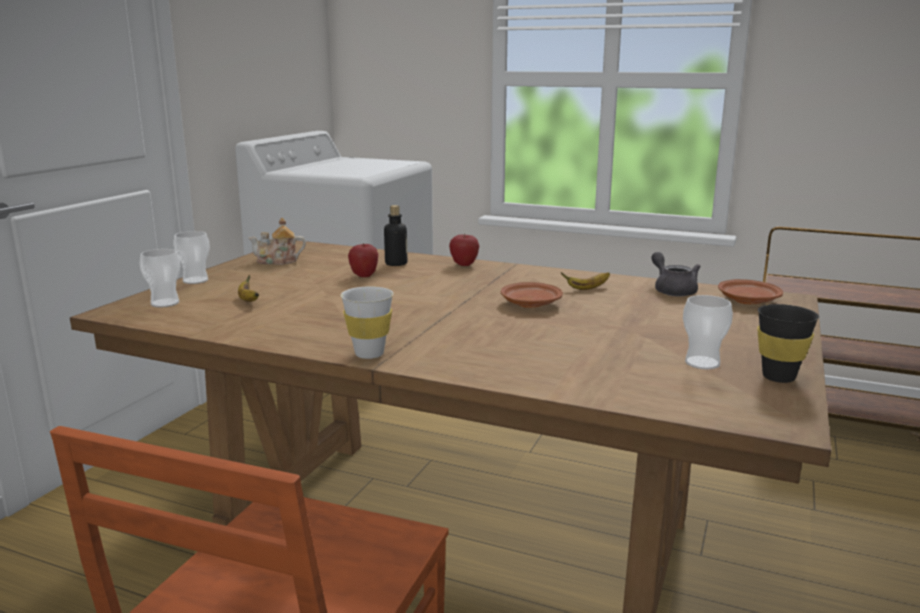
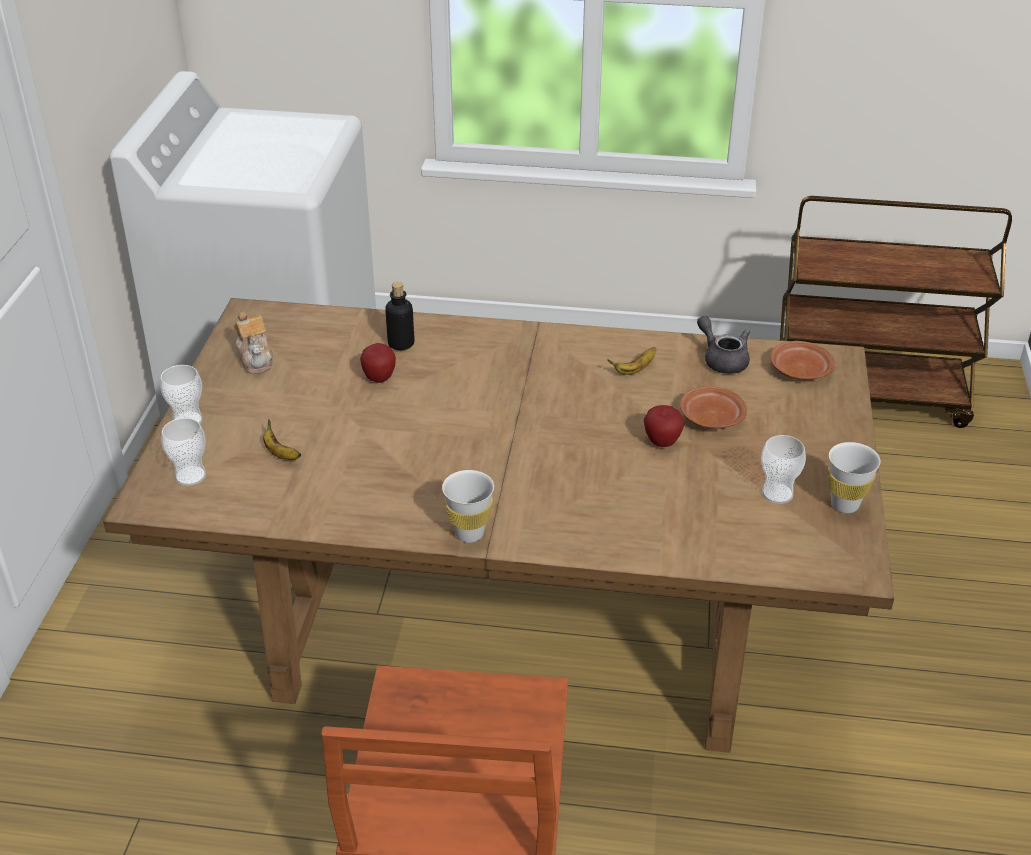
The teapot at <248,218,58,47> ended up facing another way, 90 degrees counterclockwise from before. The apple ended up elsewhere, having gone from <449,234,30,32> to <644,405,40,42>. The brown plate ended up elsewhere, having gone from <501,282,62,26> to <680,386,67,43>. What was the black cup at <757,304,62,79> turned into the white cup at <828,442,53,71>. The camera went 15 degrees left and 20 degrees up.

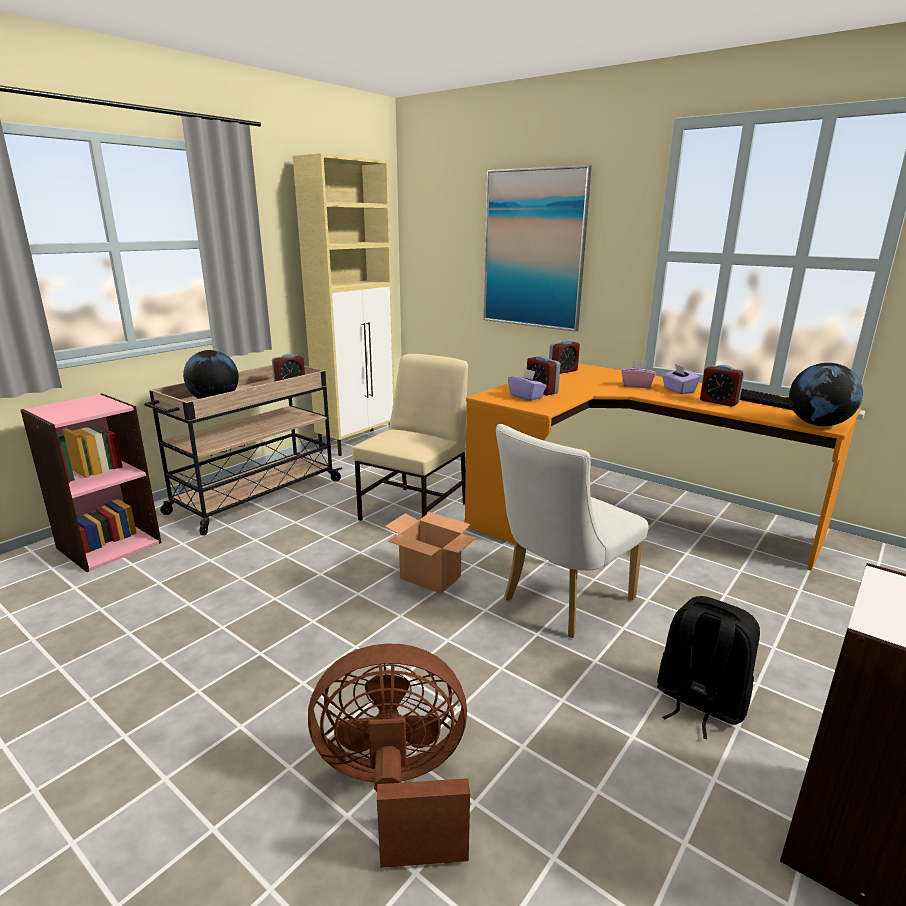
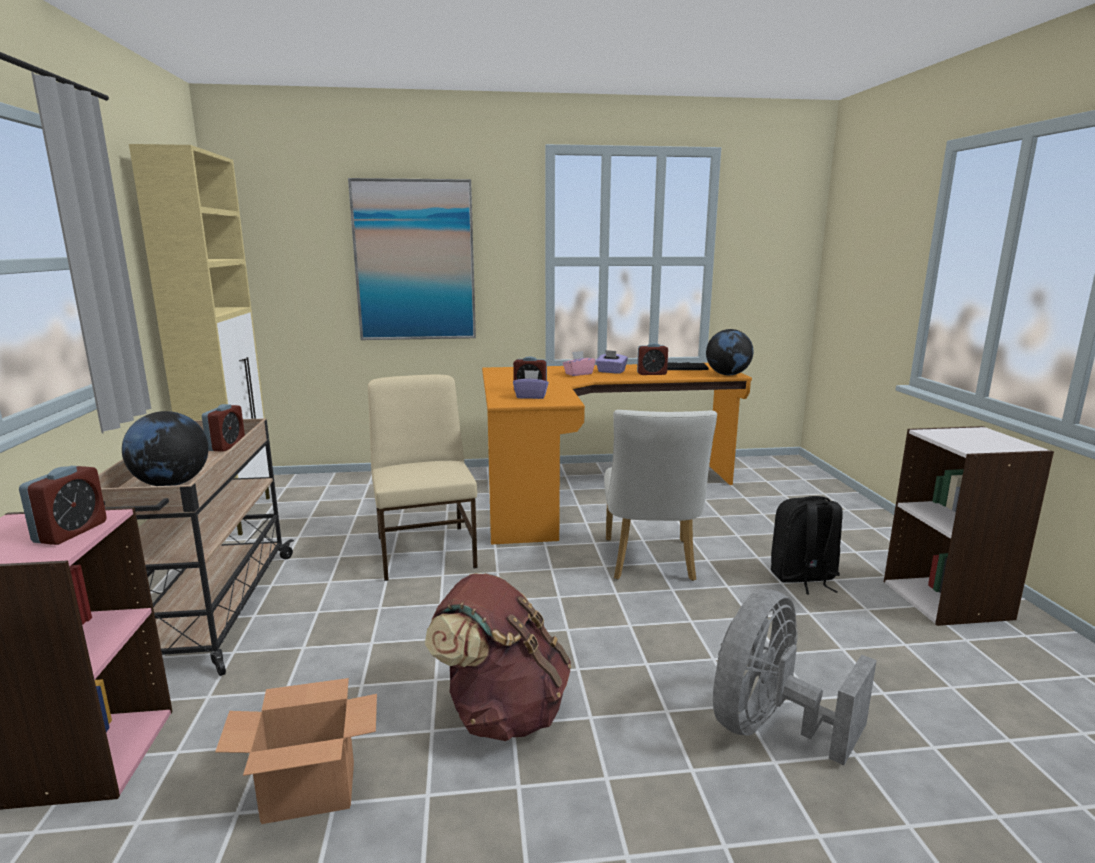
The alarm clock ended up elsewhere, having gone from <549,340,31,34> to <19,466,88,79>. The cardboard box ended up elsewhere, having gone from <385,512,92,82> to <215,678,162,146>. The second view gained the brown backpack at <425,573,146,168>. What was the brown fan at <308,643,162,225> turned into the grey fan at <713,589,164,176>. The camera went 45 degrees left and 5 degrees down.

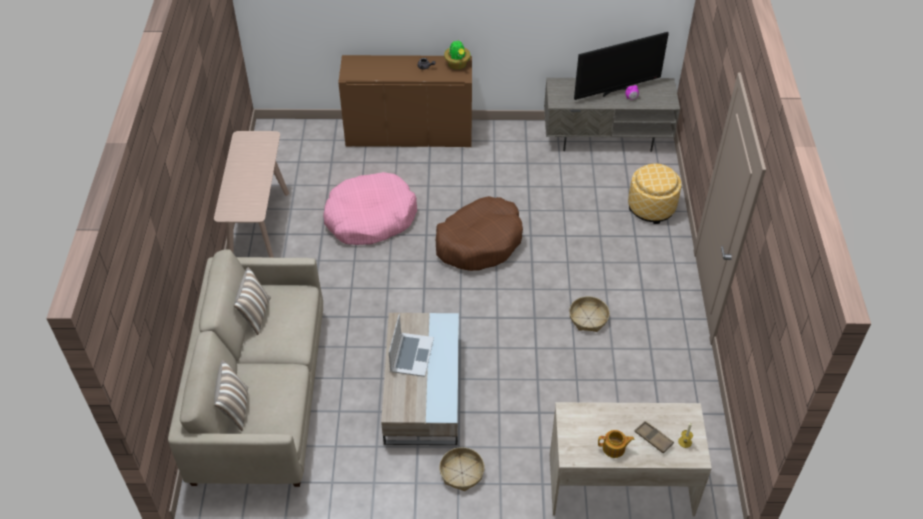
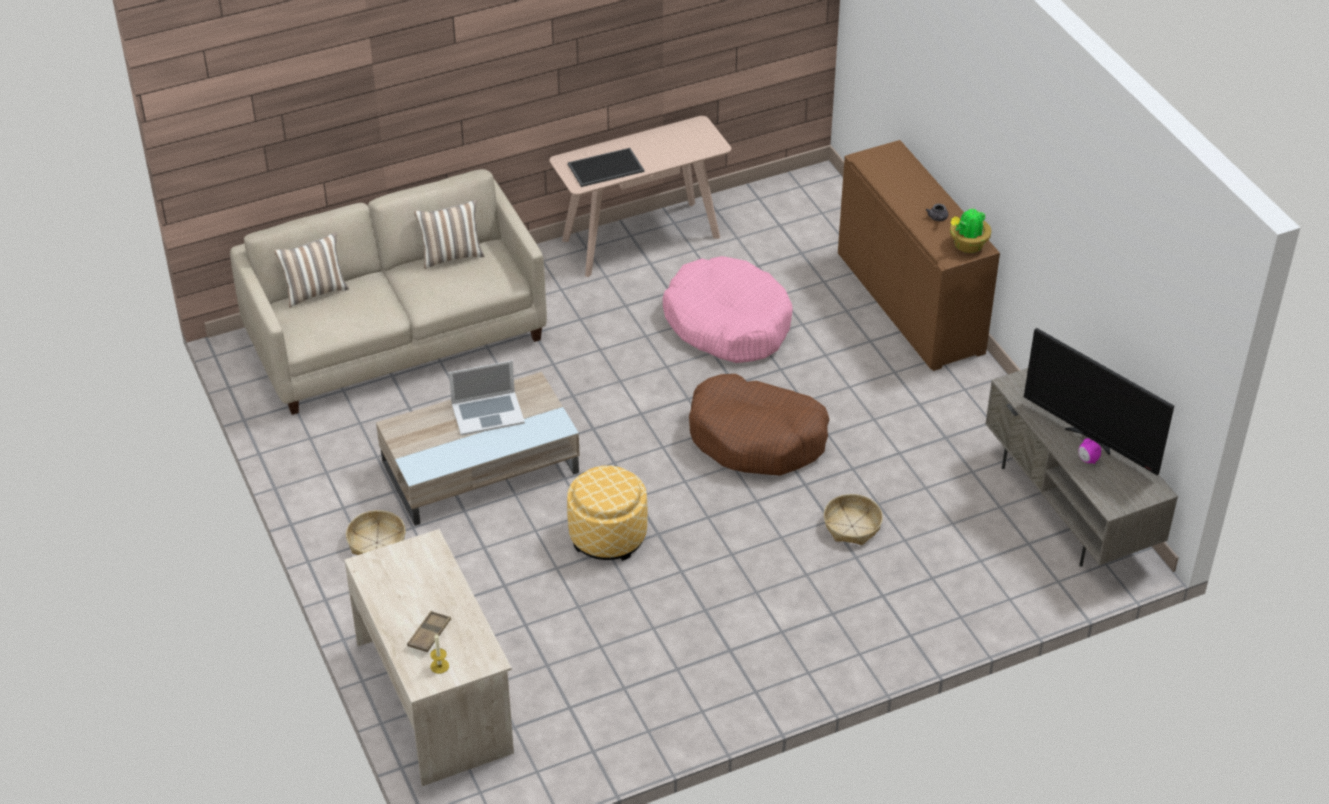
The ottoman ended up elsewhere, having gone from <628,164,53,60> to <567,465,81,96>. The second view gained the tray at <568,148,76,39>. The basket ended up elsewhere, having gone from <569,296,41,36> to <824,494,59,51>. The second view lost the teapot at <598,430,37,28>. The camera went 65 degrees right and 5 degrees down.

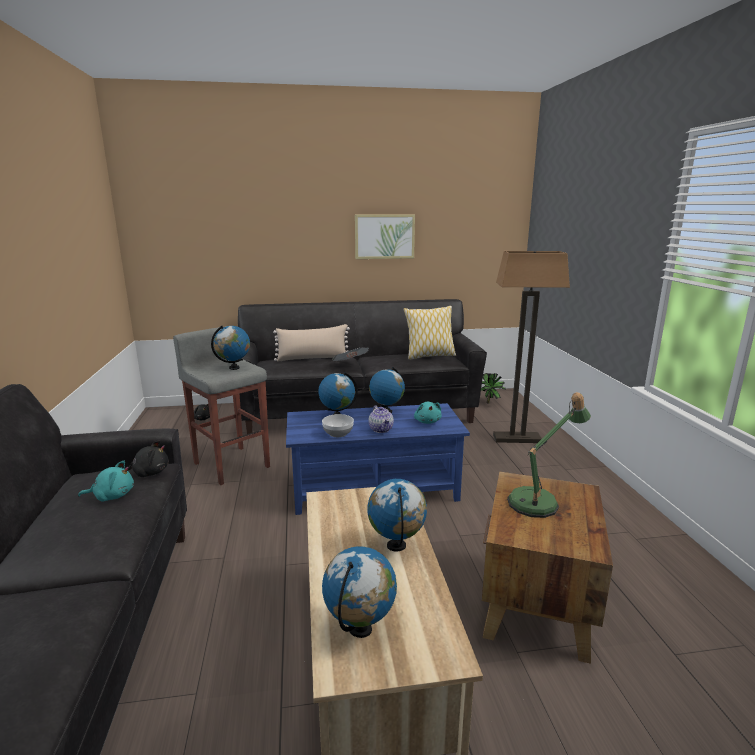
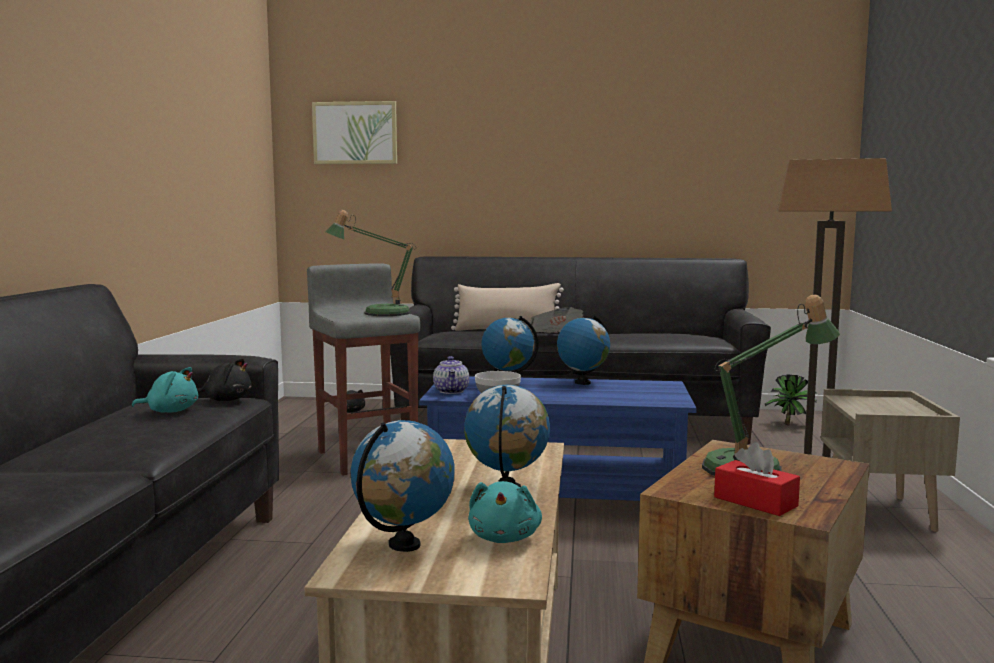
The picture ended up elsewhere, having gone from <355,214,60,45> to <312,101,85,63>. Where the globe stood at <211,325,39,45>, the table lamp came to stand at <326,210,90,106>. The teapot ended up elsewhere, having gone from <368,406,26,27> to <433,356,36,38>. The turquoise plush toy ended up elsewhere, having gone from <414,402,28,22> to <468,481,74,62>. The second view gained the red tissue box at <714,443,86,73>. The second view gained the beige nightstand at <821,389,139,143>. The second view lost the pillow at <403,306,53,54>. The camera went 15 degrees right and 10 degrees down.

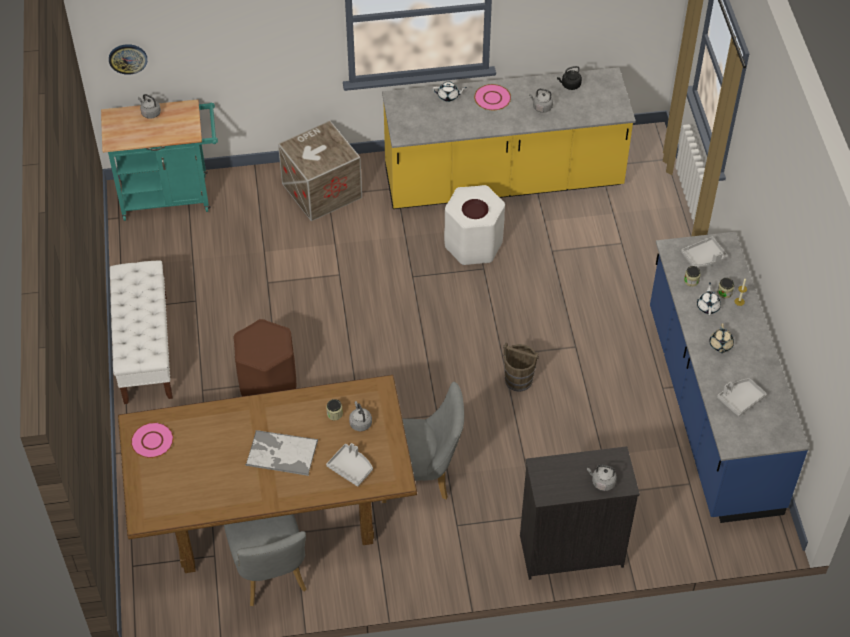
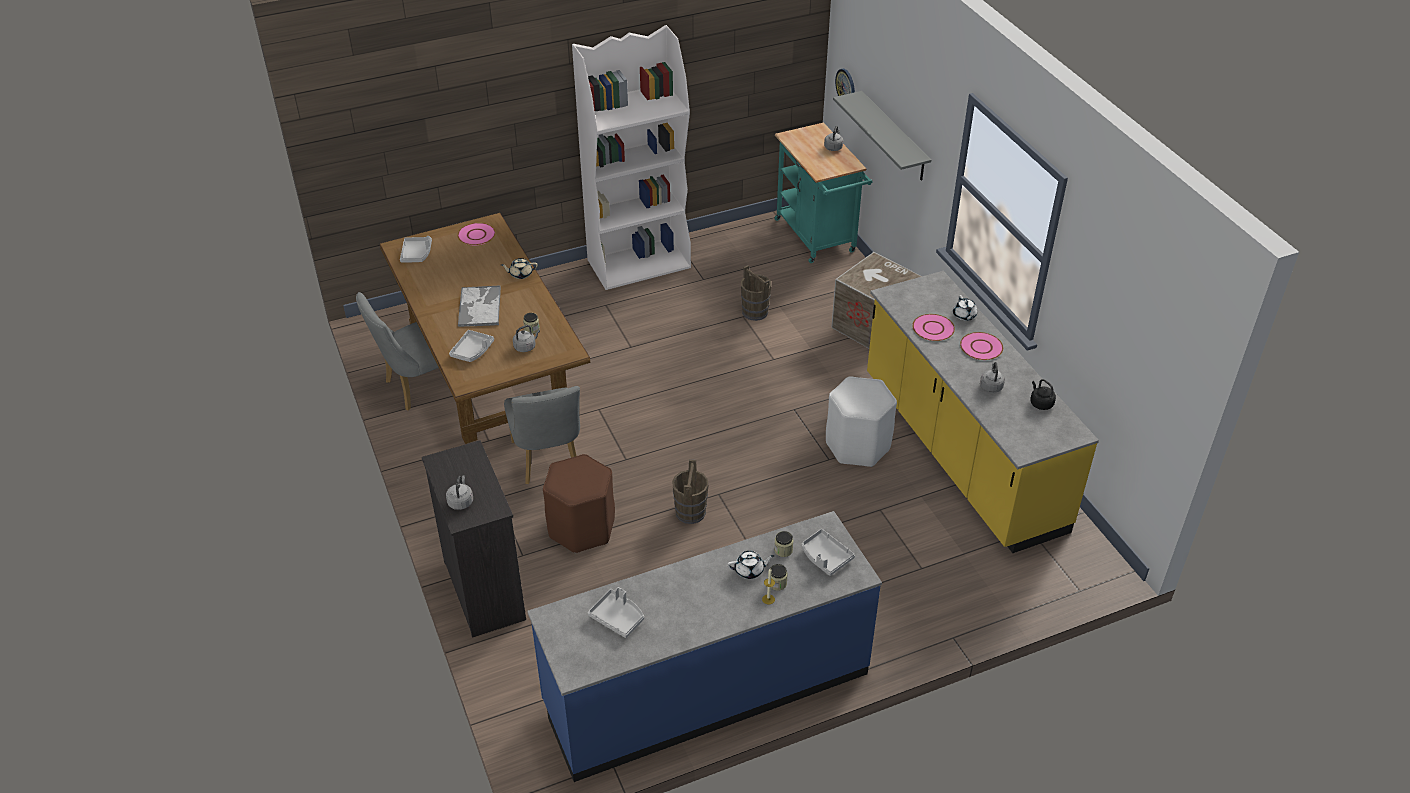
The second view gained the grey tray at <400,236,32,26>. The beige teapot ended up elsewhere, having gone from <709,323,25,30> to <501,258,37,21>. The brown stool ended up elsewhere, having gone from <234,319,62,78> to <543,454,72,99>. Where the white bench stood at <110,261,63,143>, the white bookcase came to stand at <572,25,119,265>. The second view gained the brown bucket at <741,265,30,56>. The second view gained the grey shelf at <833,91,98,90>. The second view gained the pink plate at <912,314,43,27>. The second view lost the brown plate at <462,199,27,20>. The camera went 75 degrees right and 10 degrees down.

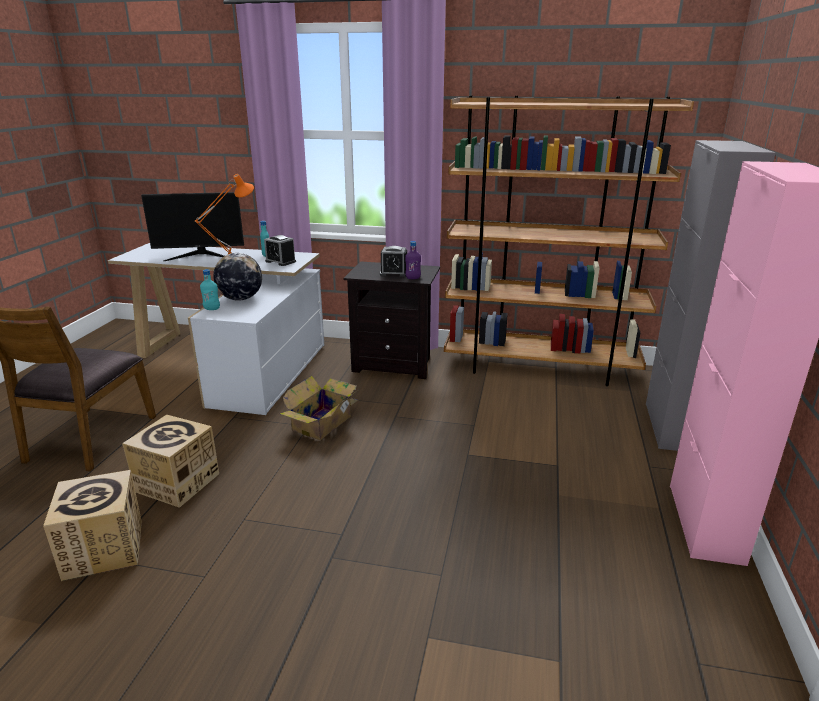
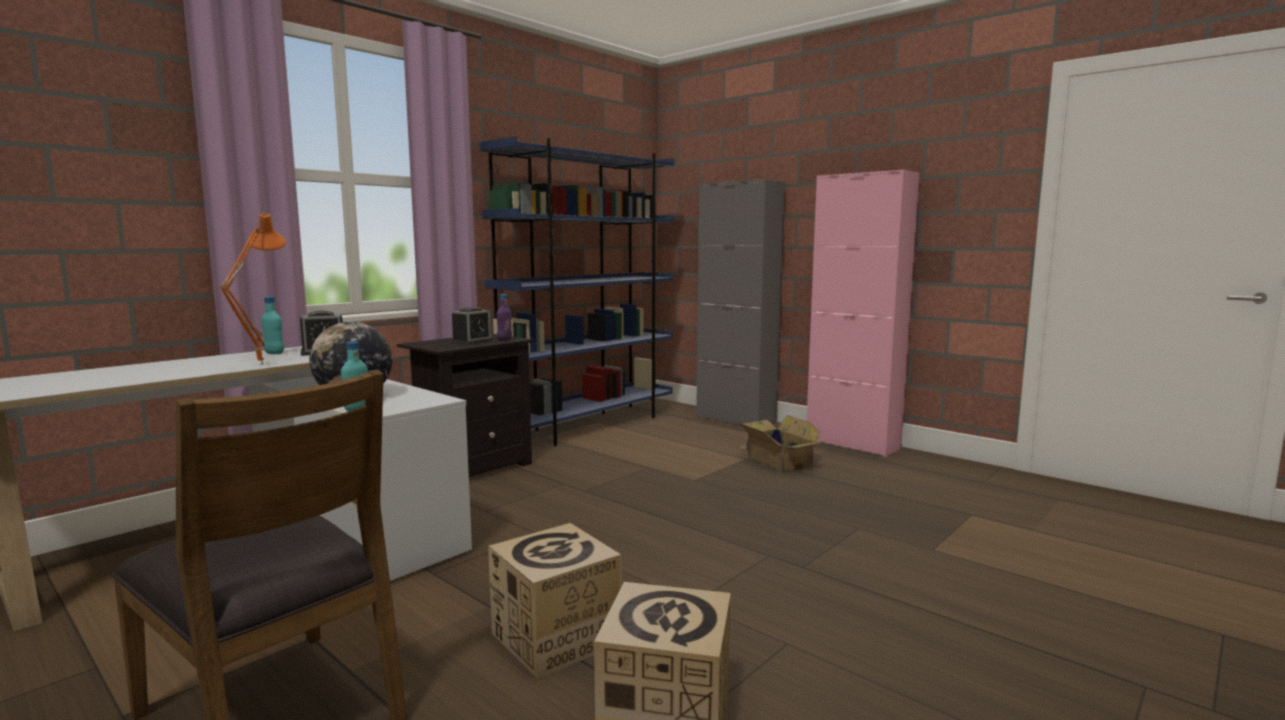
What was the brown bookcase at <444,95,250,291> turned into the blue bookcase at <480,136,194,310>. The cardboard box ended up elsewhere, having gone from <280,376,78,64> to <738,415,86,58>. The second view lost the monitor at <141,192,103,69>. The camera went 60 degrees left and 15 degrees down.

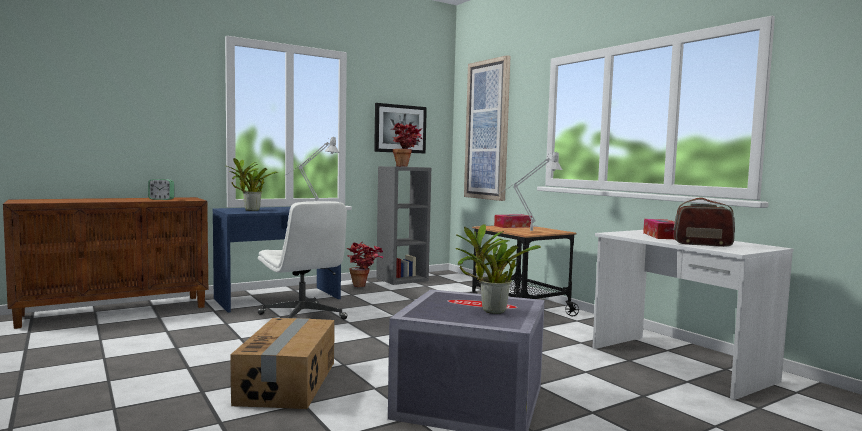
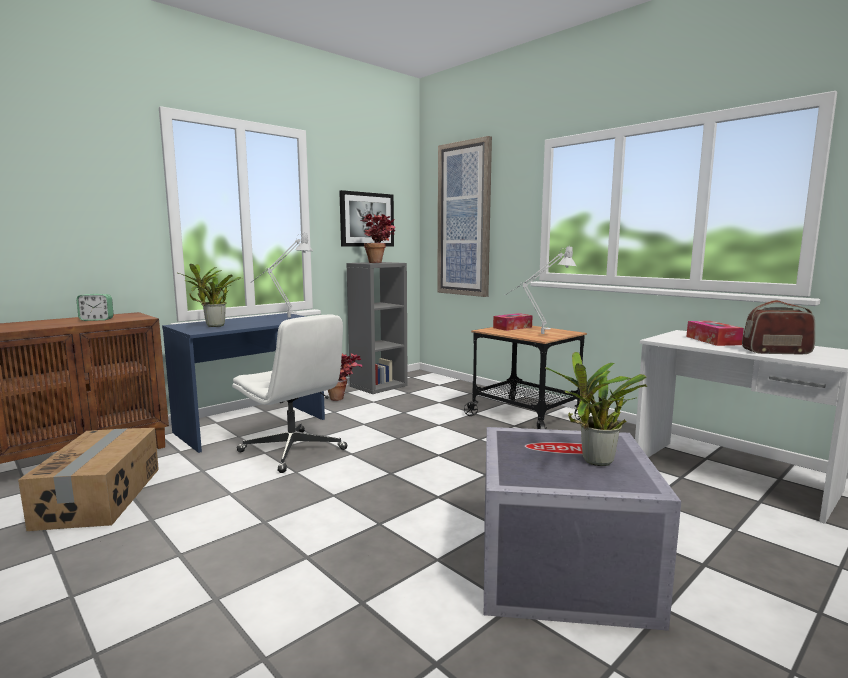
The cardboard box ended up elsewhere, having gone from <230,318,105,91> to <18,428,141,103>. The camera went 10 degrees left and 5 degrees up.

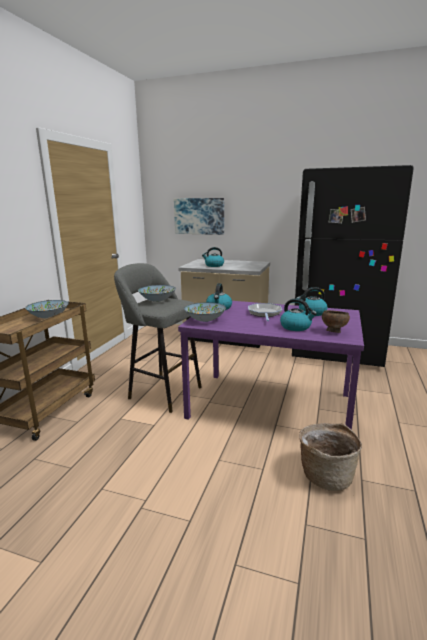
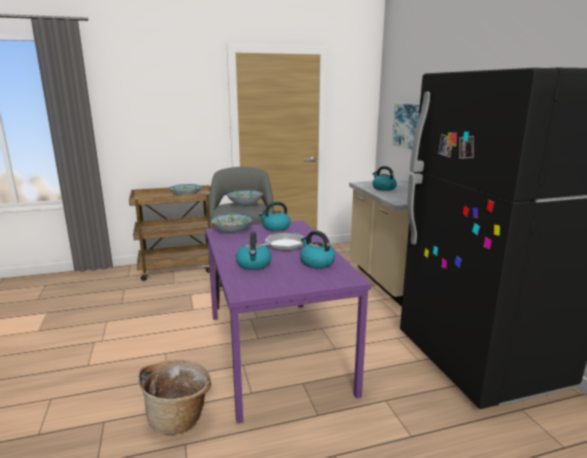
The second view lost the brown bowl at <322,310,28,23>. The camera went 55 degrees right and 0 degrees up.

